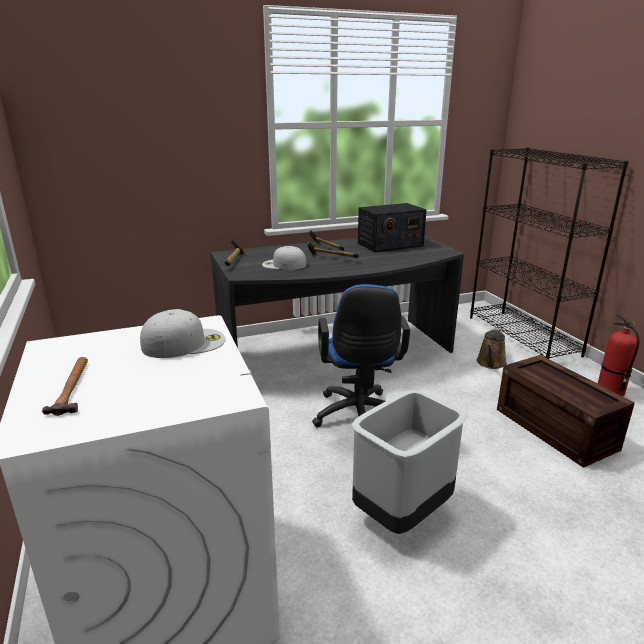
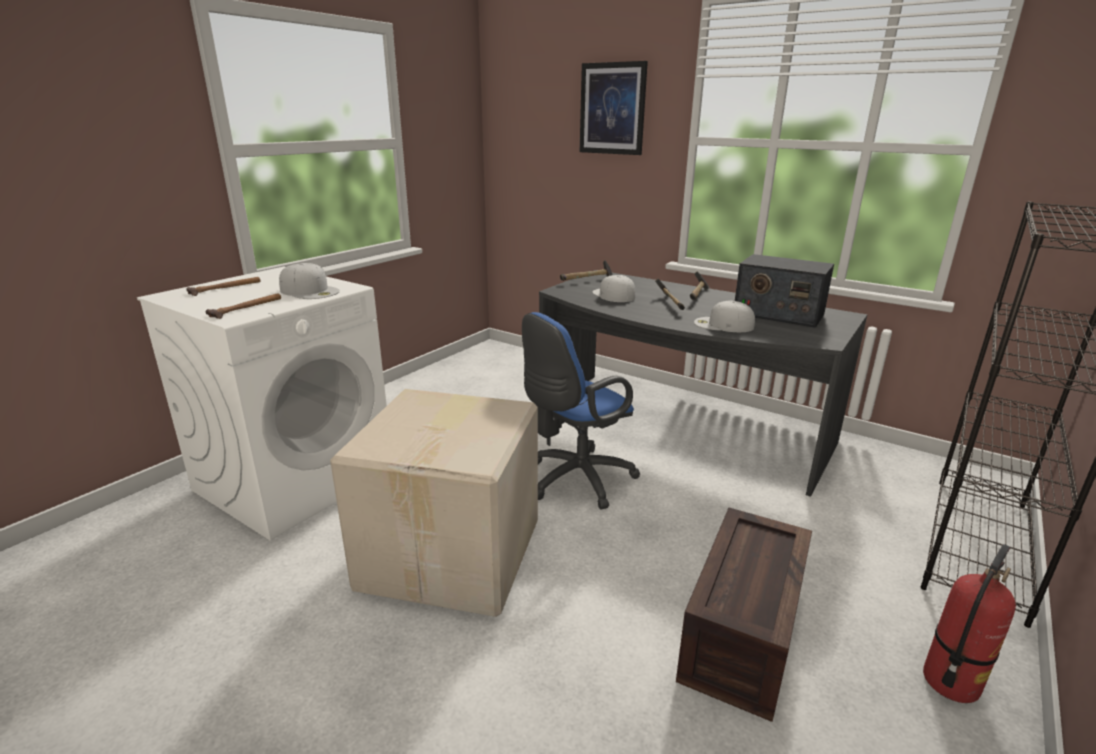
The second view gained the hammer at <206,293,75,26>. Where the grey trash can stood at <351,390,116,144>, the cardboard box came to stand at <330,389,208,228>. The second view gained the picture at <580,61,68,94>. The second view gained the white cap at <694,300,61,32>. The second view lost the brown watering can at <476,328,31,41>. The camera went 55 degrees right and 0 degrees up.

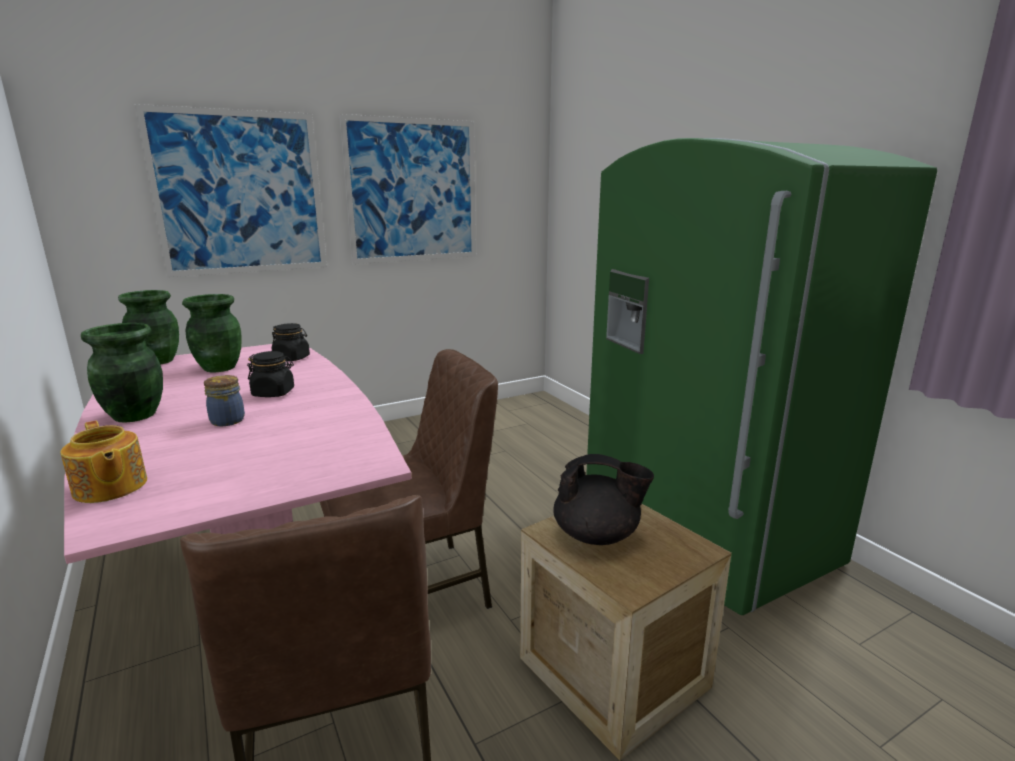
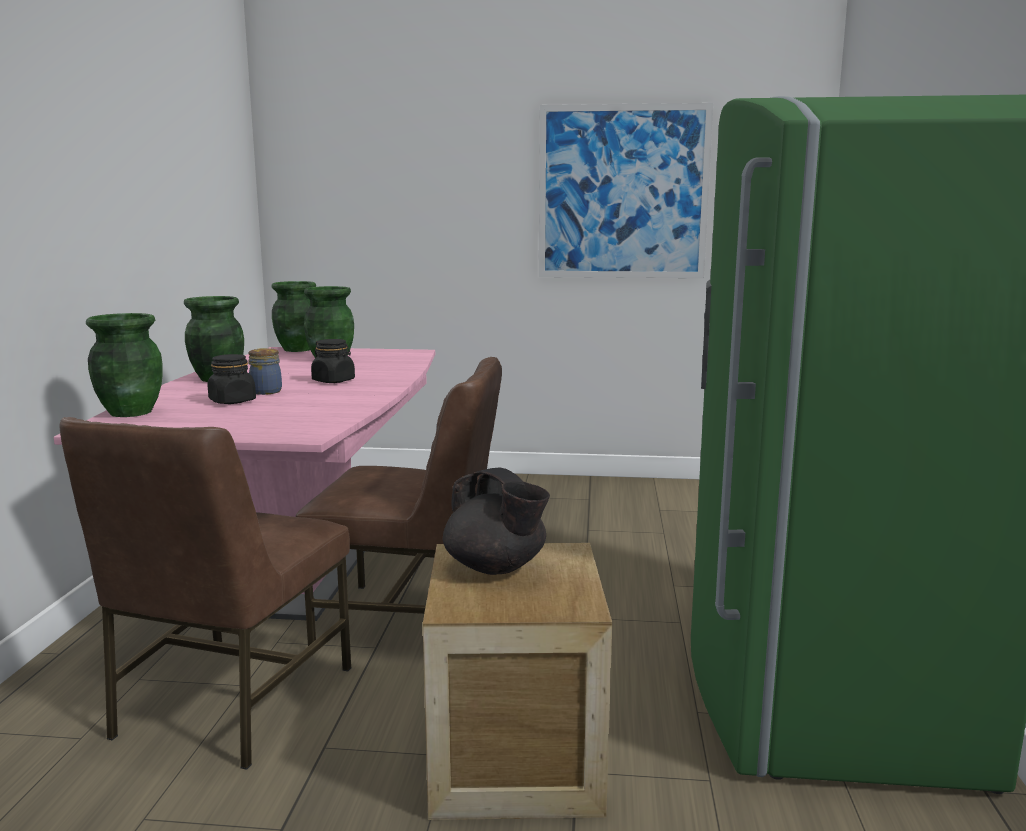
Where the teapot stood at <60,421,87,82>, the green vase came to stand at <86,313,77,104>. The black jar ended up elsewhere, having gone from <272,323,38,38> to <208,354,48,50>. The second view lost the picture at <135,104,192,173>. The camera went 35 degrees right and 5 degrees down.

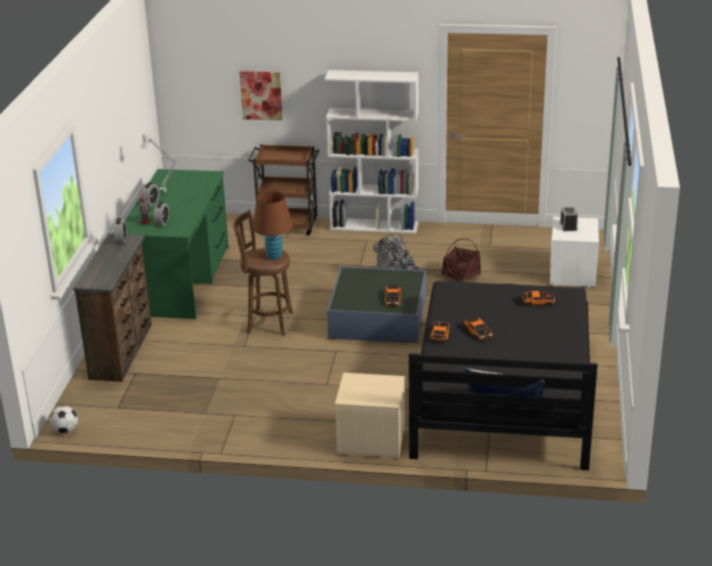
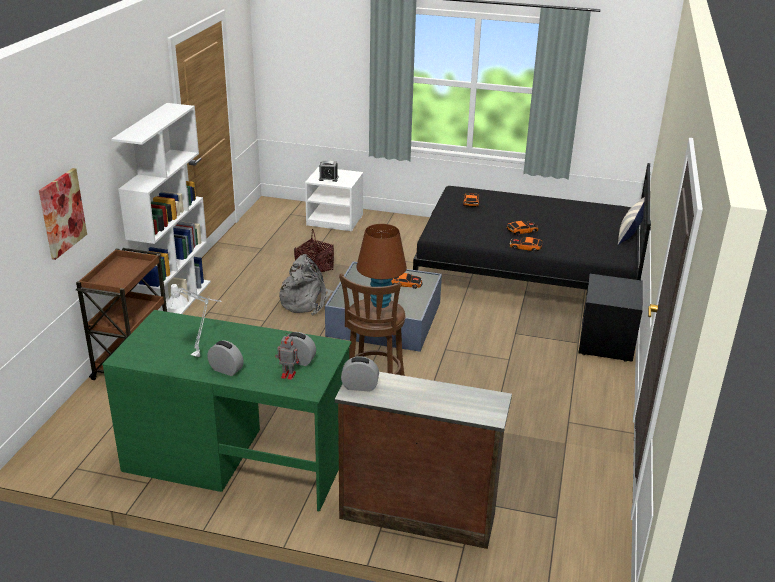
What was the beige nightstand at <335,373,70,85> turned into the black nightstand at <578,274,65,88>. The second view lost the football at <50,406,28,27>. The camera went 85 degrees left and 0 degrees up.

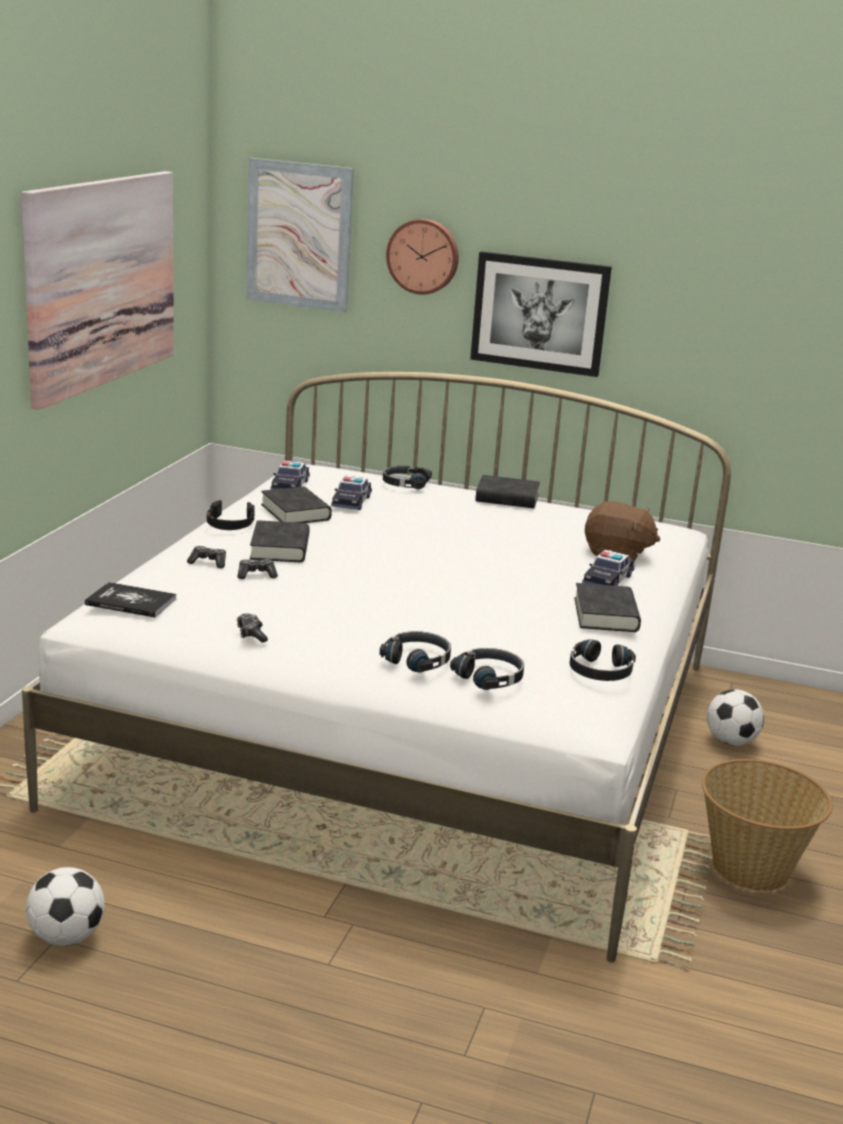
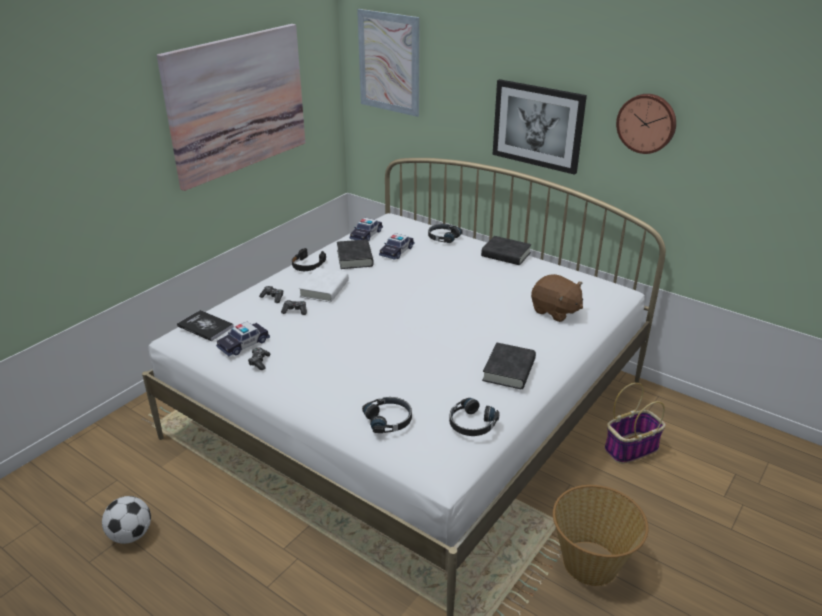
The toy car ended up elsewhere, having gone from <582,550,53,36> to <216,322,54,34>. What was the black book at <250,520,59,42> turned into the white book at <299,268,50,34>. Where the football stood at <707,689,57,57>, the basket came to stand at <605,383,61,81>. The wall clock ended up elsewhere, having gone from <386,219,73,76> to <616,94,60,60>. The second view lost the black headphones at <379,631,72,41>. The camera went 20 degrees right and 10 degrees up.

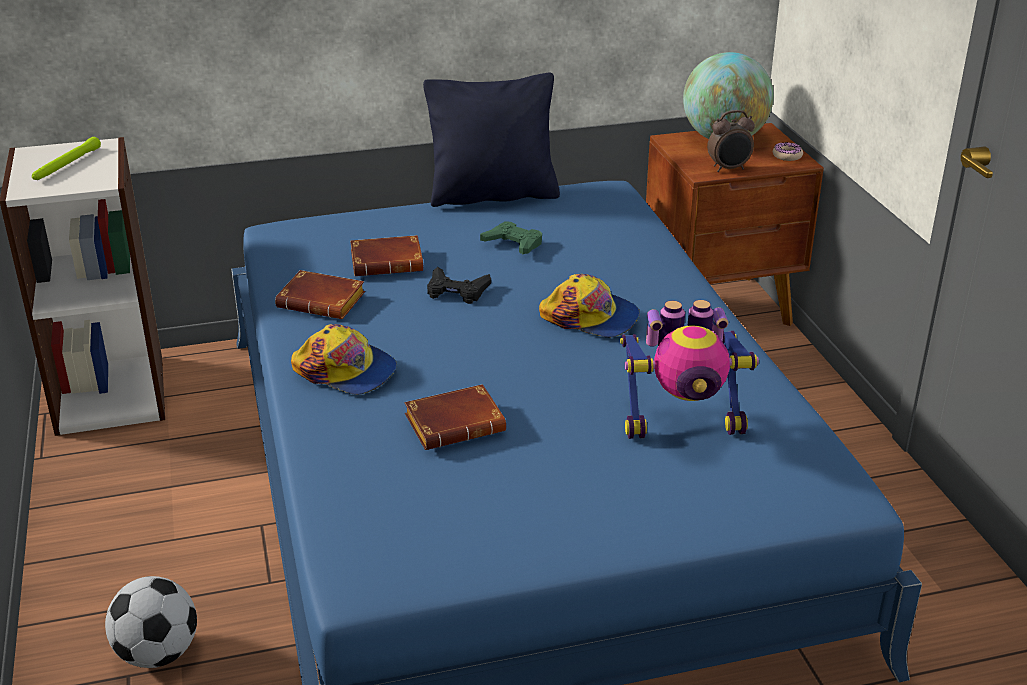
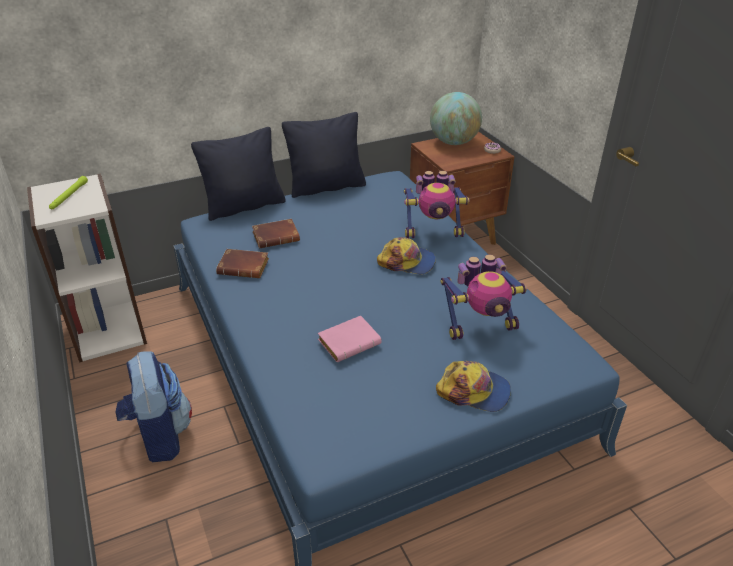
The second view gained the backpack at <116,351,76,111>. The second view gained the black pillow at <191,127,95,94>. What was the brown book at <404,384,102,66> turned into the pink book at <318,316,64,46>. The second view gained the toy robot at <404,171,66,67>. The cap ended up elsewhere, having gone from <291,324,106,71> to <436,361,75,51>. The second view lost the football at <105,576,92,92>. The second view lost the black game controller at <427,267,64,37>. The second view lost the green game controller at <480,221,62,33>. The second view lost the alarm clock at <707,110,48,62>. The camera went 10 degrees left and 5 degrees up.

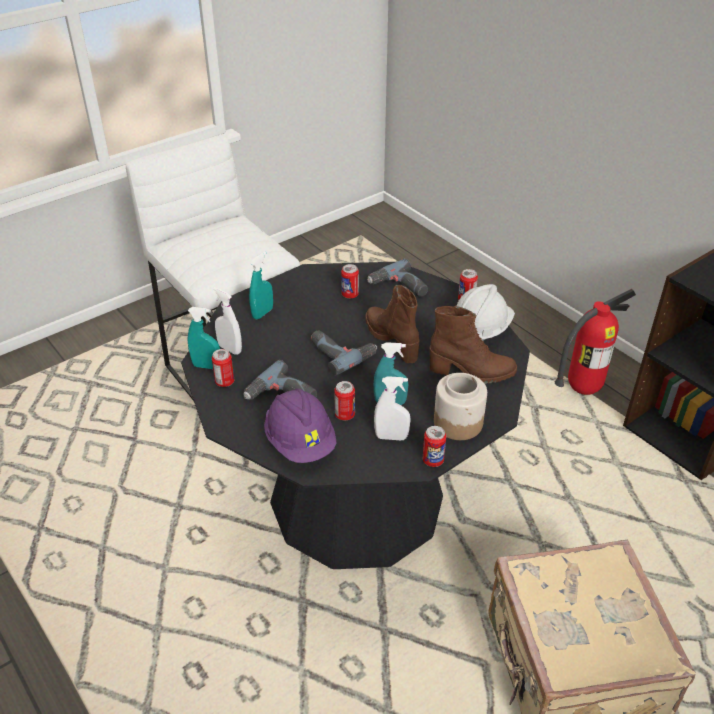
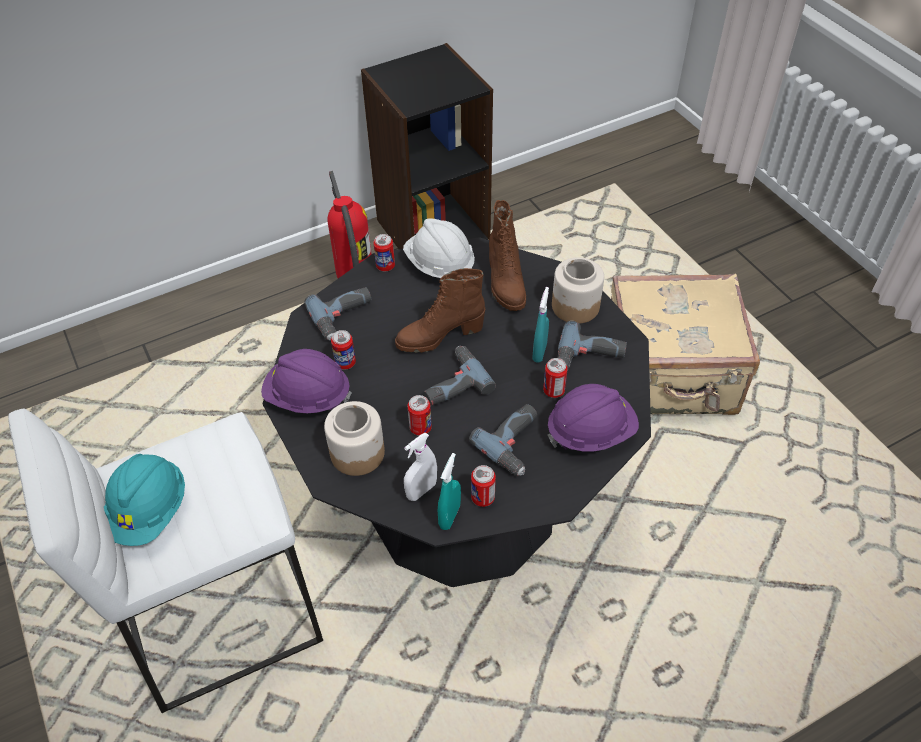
The second view gained the turquoise hard hat at <104,454,81,92>. The second view gained the purple hard hat at <261,349,91,64>. Where the turquoise spray bottle stood at <249,252,24,68>, the jar came to stand at <324,401,61,75>. The can ended up elsewhere, having gone from <423,426,23,41> to <408,395,24,41>. The brown boot at <429,306,88,78> ended up facing another way, 150 degrees clockwise from before. Where the white spray bottle stood at <374,376,37,64>, the power drill came to stand at <558,321,69,48>. The camera went 80 degrees left and 10 degrees up.

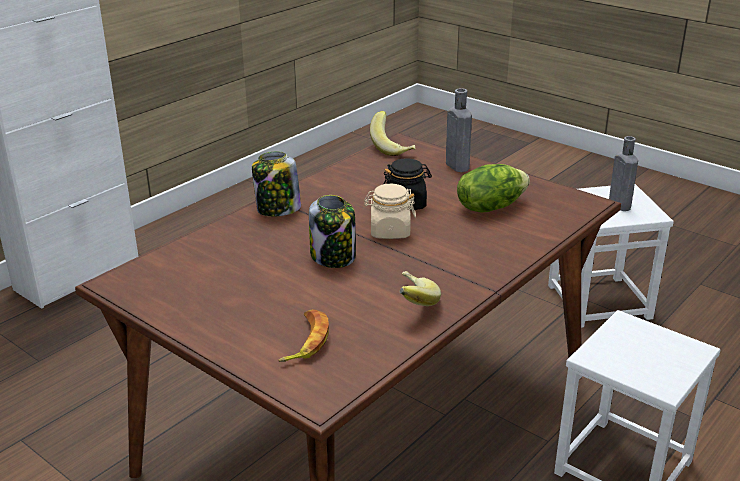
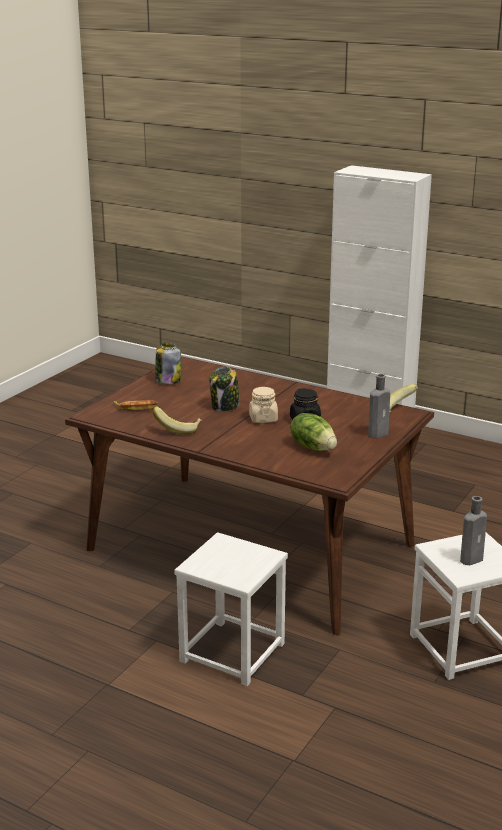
The jar ended up elsewhere, having gone from <252,151,49,66> to <155,343,26,41>. The camera went 80 degrees right and 5 degrees down.

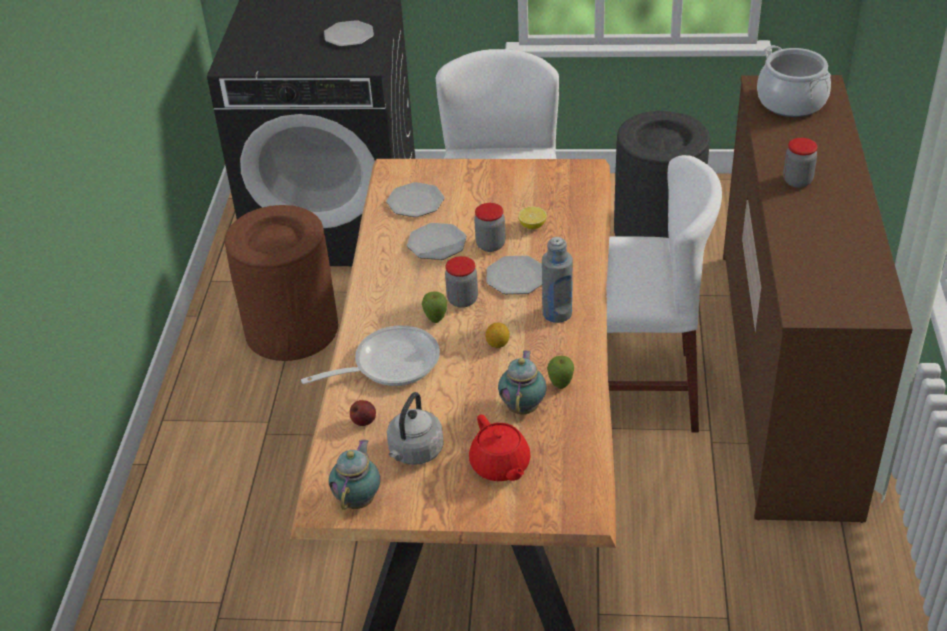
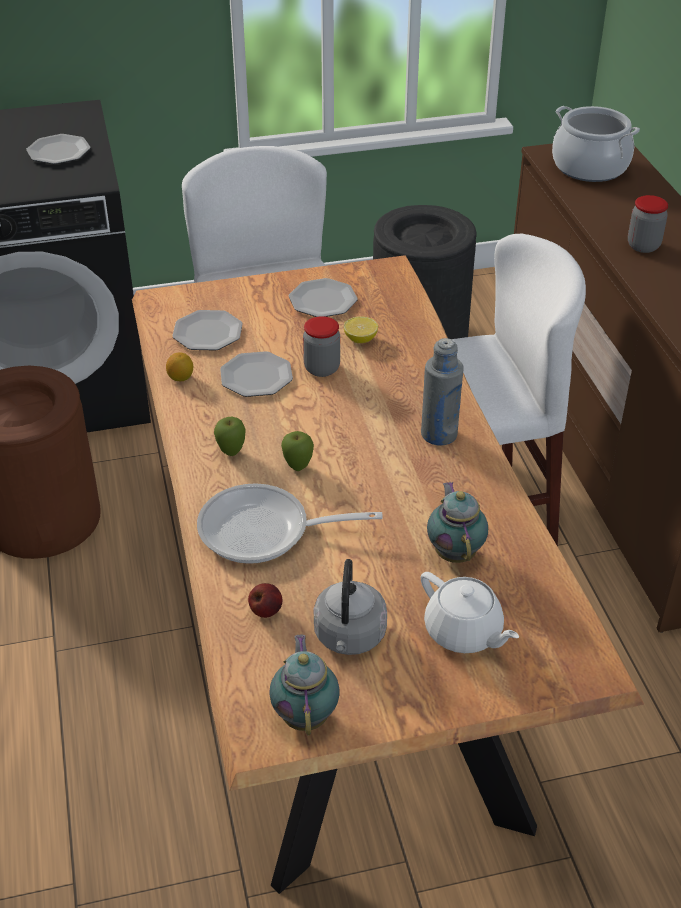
The lemon ended up elsewhere, having gone from <485,323,25,25> to <166,353,27,28>. The frying pan at <301,325,139,61> ended up facing another way, 135 degrees counterclockwise from before. The apple ended up elsewhere, having gone from <547,356,27,33> to <214,417,31,39>. The plate ended up elsewhere, having gone from <487,256,55,38> to <289,278,69,39>. What was the red teapot at <469,415,62,66> turned into the white teapot at <421,572,98,81>. The second view lost the jar at <445,256,33,52>. The camera went 20 degrees left and 0 degrees up.

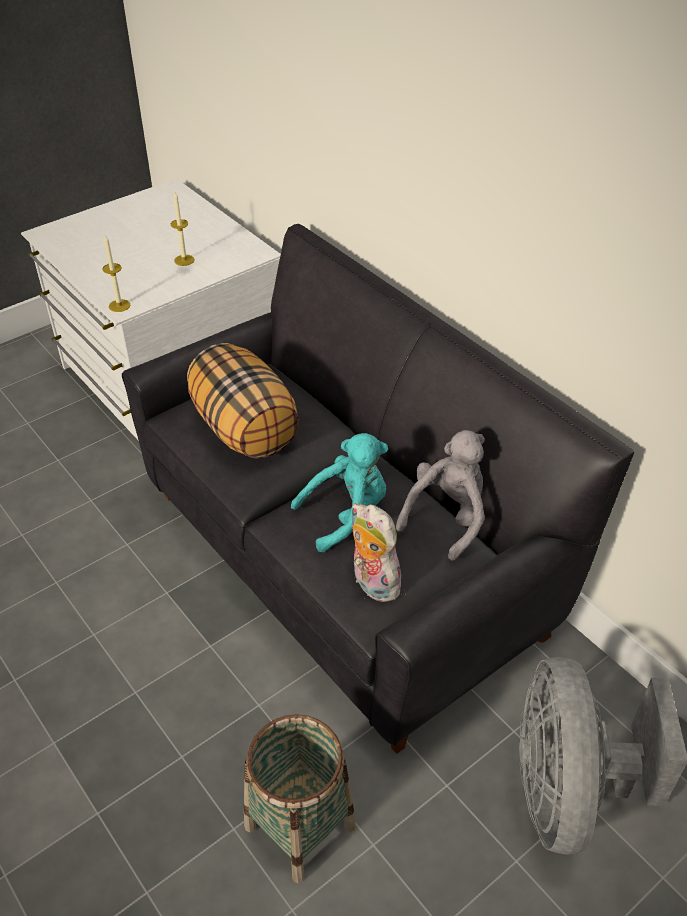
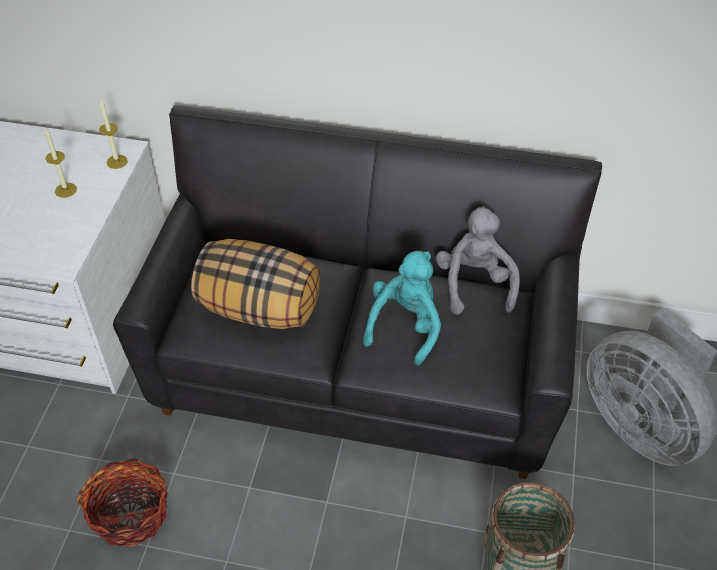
The second view gained the basket at <76,458,92,89>. The candle ended up elsewhere, having gone from <102,235,28,77> to <99,100,29,69>. The second view lost the plush toy at <351,503,50,99>. The camera went 40 degrees left and 5 degrees up.

